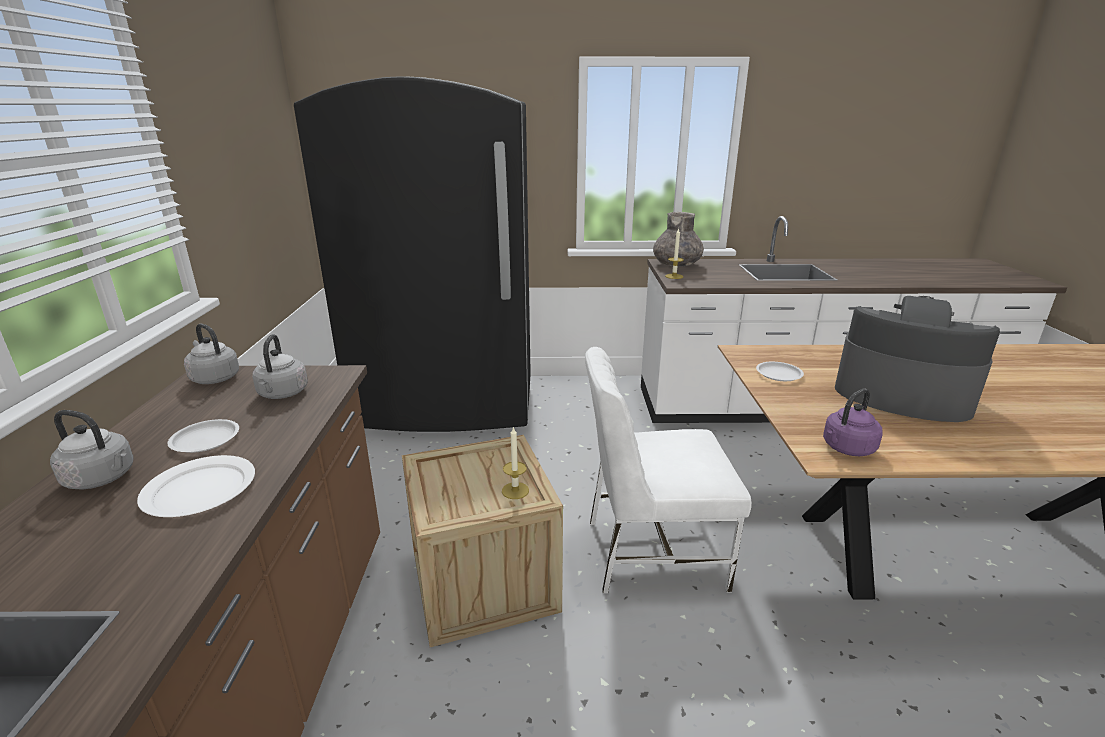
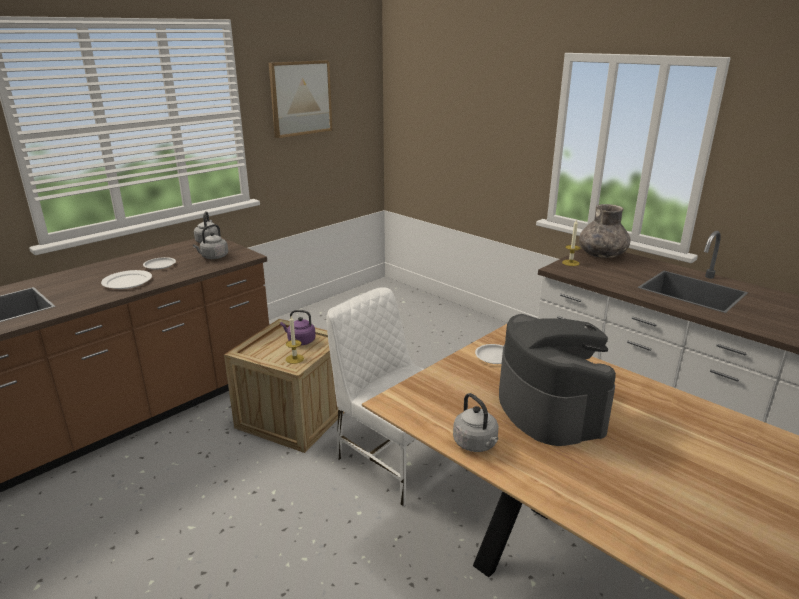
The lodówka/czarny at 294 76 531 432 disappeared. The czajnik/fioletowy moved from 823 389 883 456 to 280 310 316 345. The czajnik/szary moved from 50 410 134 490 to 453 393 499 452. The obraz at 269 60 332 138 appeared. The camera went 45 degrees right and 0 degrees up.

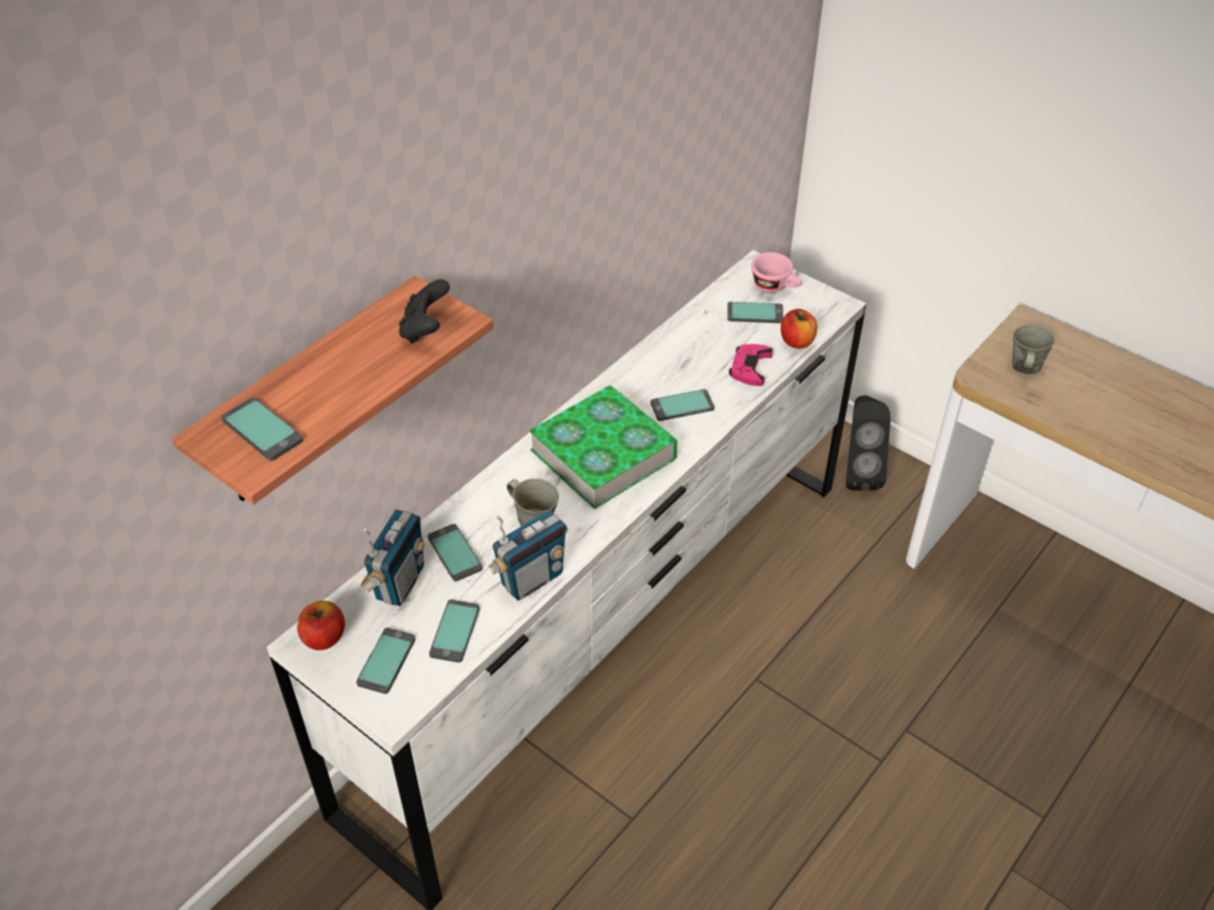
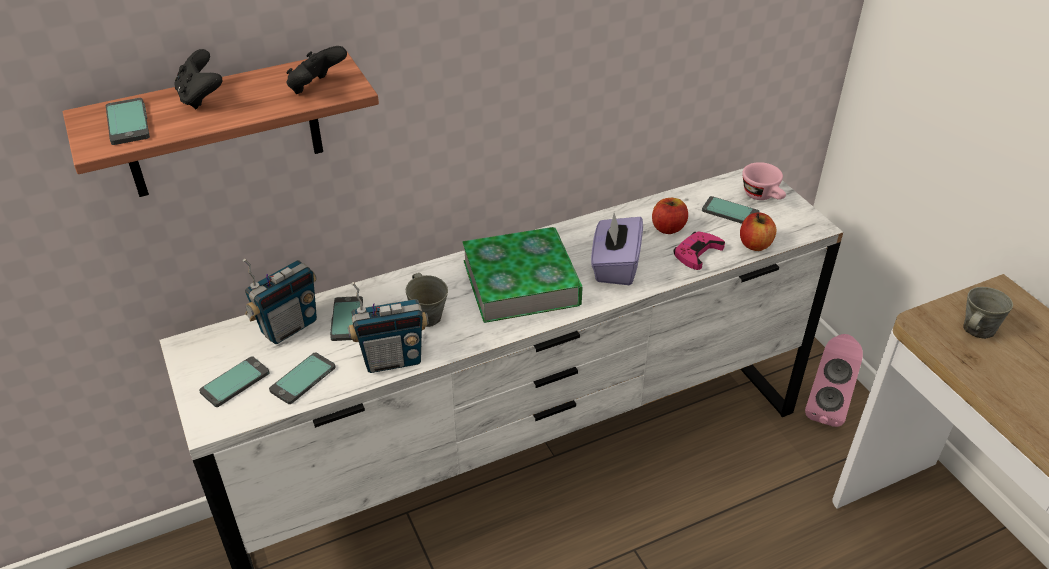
The telefon at 651 389 715 421 was replaced by the pudełko chusteczek/fioletowy at 591 213 643 285. The głośnik/czarny at 846 395 891 491 became the głośnik/różowy at 805 334 863 427. The jabłko moved from 297 601 345 650 to 652 198 688 234. The pad do gier/czarny at 174 49 222 109 appeared. The camera went 25 degrees right and 5 degrees down.

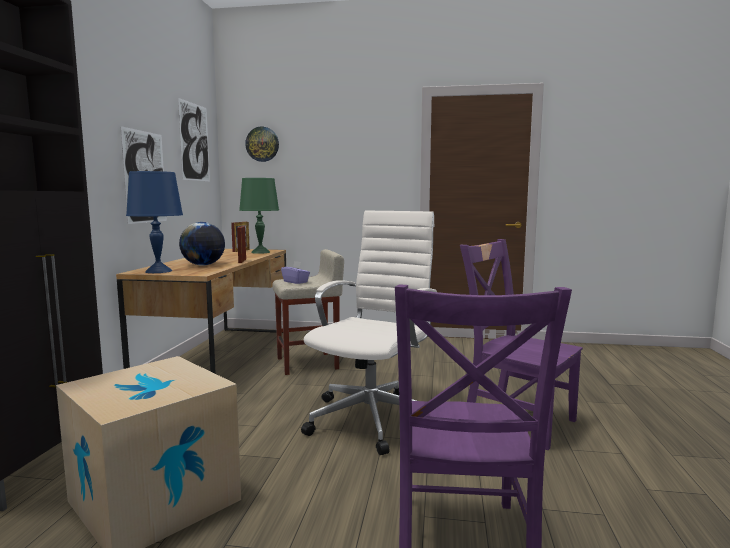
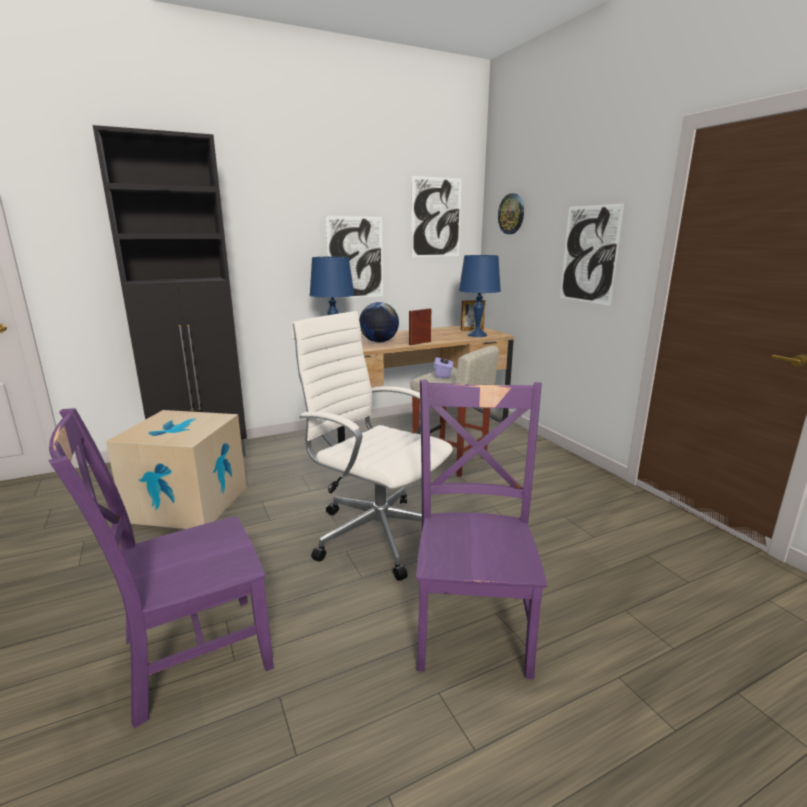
The lampa stołowa/zielony at 239 178 279 254 became the lampa stołowa/niebieski at 459 255 501 337. The krzesło biurowe/biały at 301 211 437 455 turned 135 degrees counterclockwise. The obraz at 560 203 624 306 appeared. The camera went 55 degrees right and 10 degrees up.

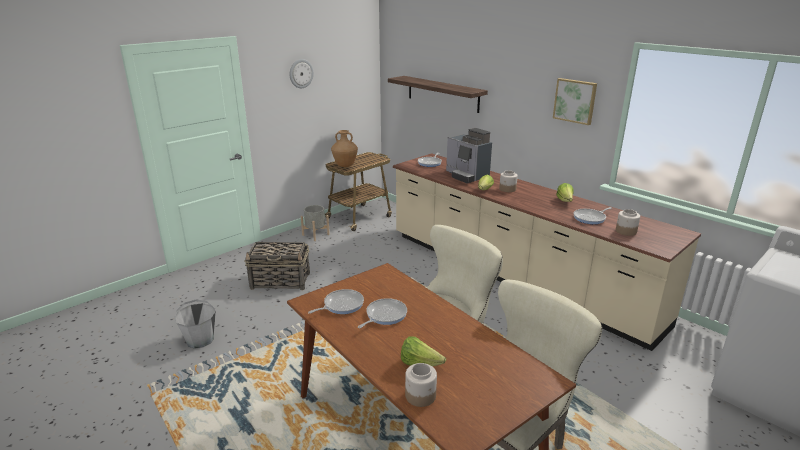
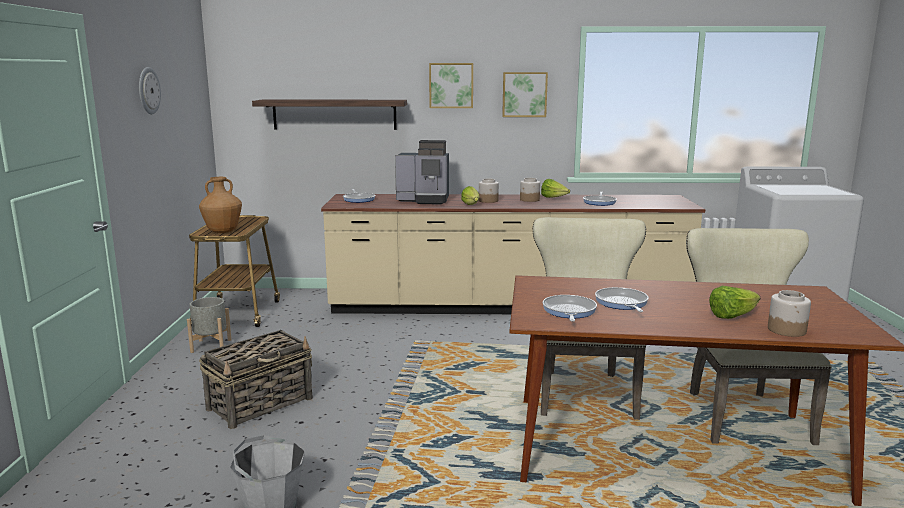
The słoik moved from 616 209 640 236 to 520 178 540 202. The obraz at 429 63 473 108 appeared. The camera went 45 degrees left and 10 degrees down.

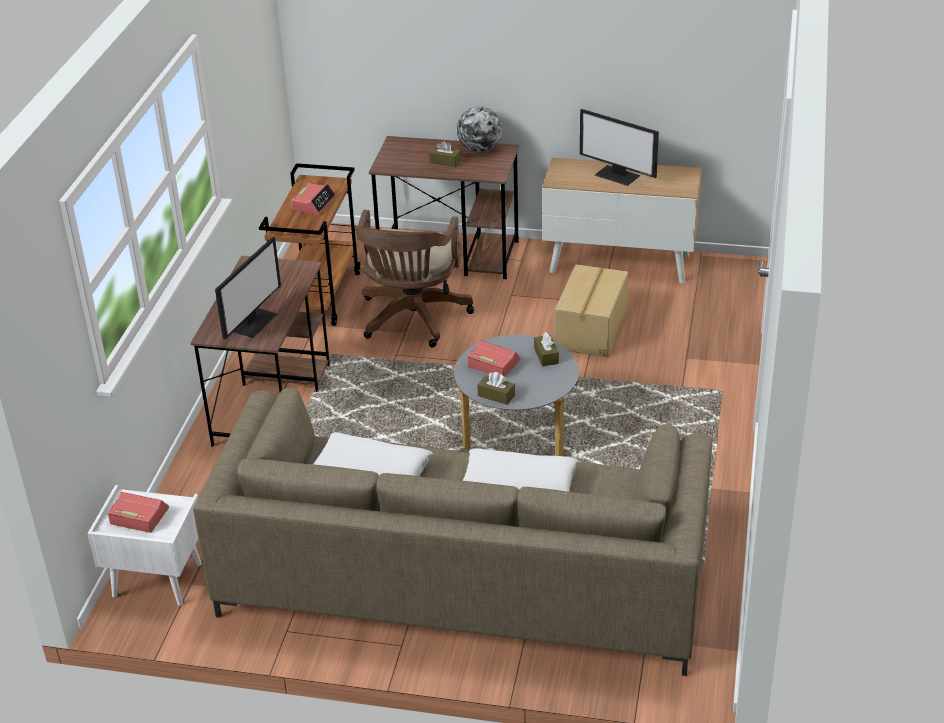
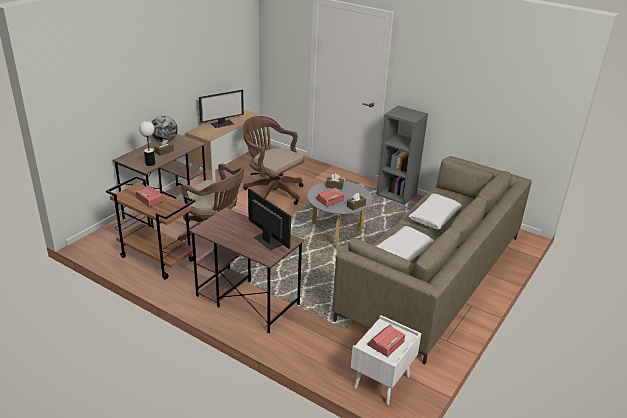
The karton at 554 264 628 357 was replaced by the krzesło biurowe/brązowy at 243 116 304 205. The regał/szary at 376 105 428 205 appeared. The lampa stołowa at 139 121 155 166 appeared. The camera went 70 degrees left and 5 degrees down.

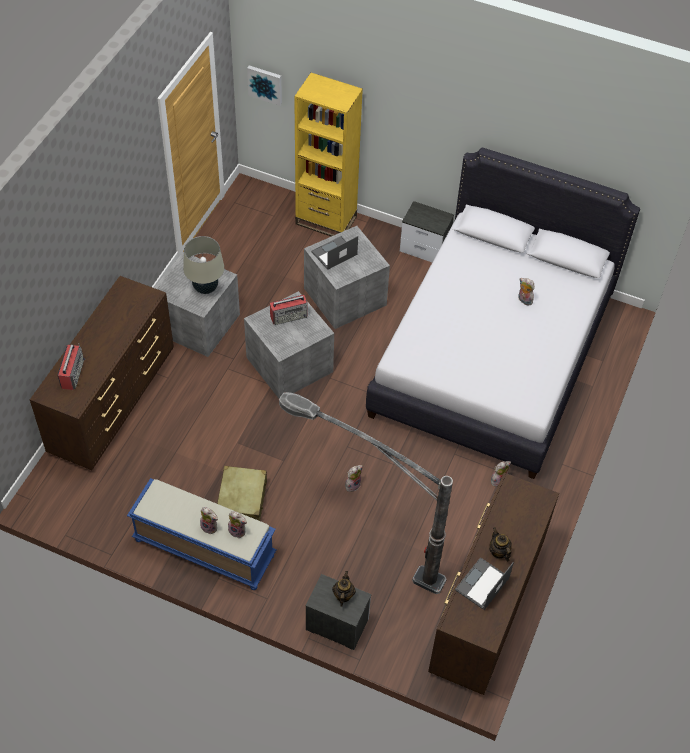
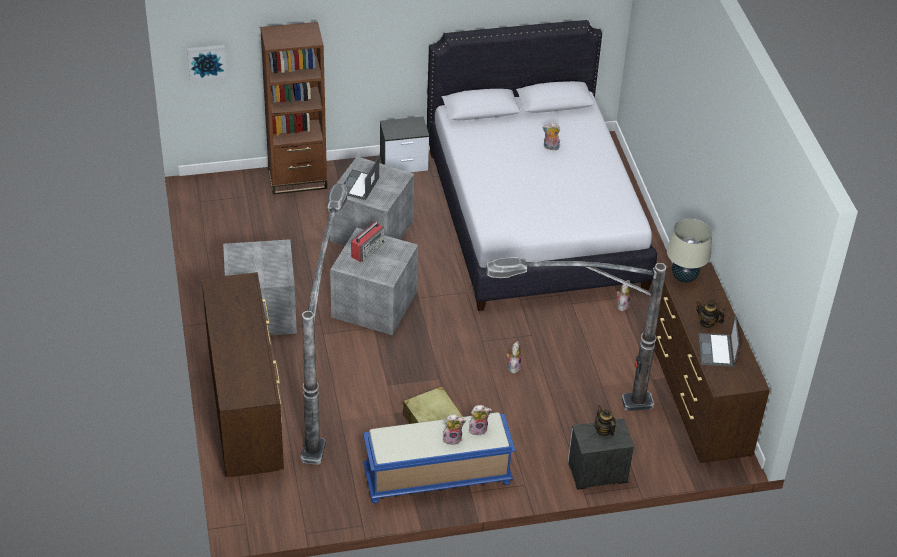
The regał/żółty at 294 73 363 236 became the regał/brązowy at 260 22 327 195. The lampa stołowa/beżowy moved from 183 236 224 294 to 667 218 712 283. The radio at 58 345 85 390 disappeared. The lampa stojąca at 301 183 347 465 appeared. The camera went 35 degrees left and 10 degrees down.

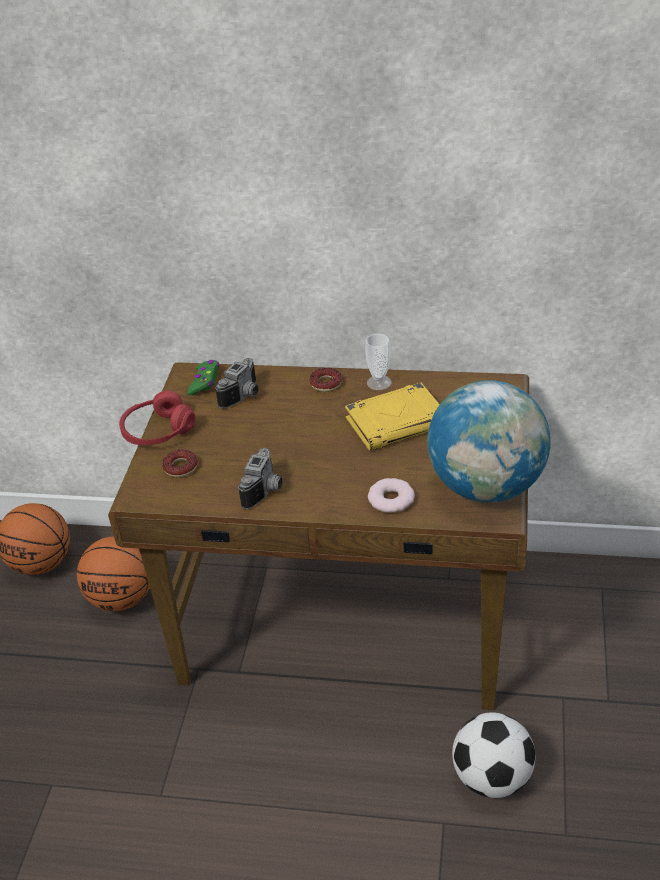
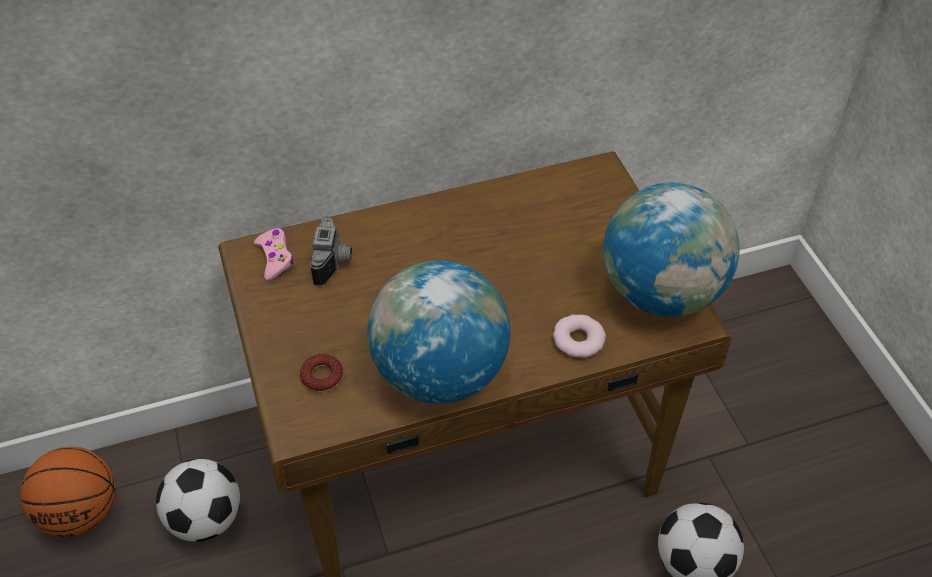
The filiżanka at 365 334 392 390 disappeared. The pad do gier/zielony at 187 360 219 395 became the pad do gier/różowy at 254 228 293 281. The donut at 310 368 342 392 disappeared. The książka/żółty at 345 383 440 451 disappeared. The słuchawki/czerwony at 119 391 195 445 disappeared. The aparat fotograficzny at 238 448 282 509 was replaced by the globus at 367 260 511 404. The piłka do koszykówki at 77 536 150 611 was replaced by the piłka futbolowa at 156 459 240 542. The camera went 30 degrees left and 10 degrees up.

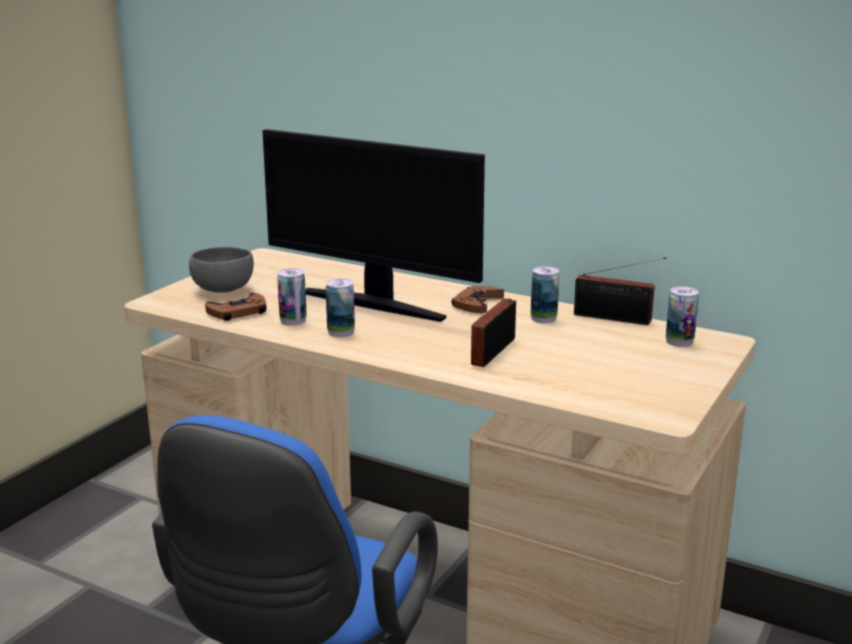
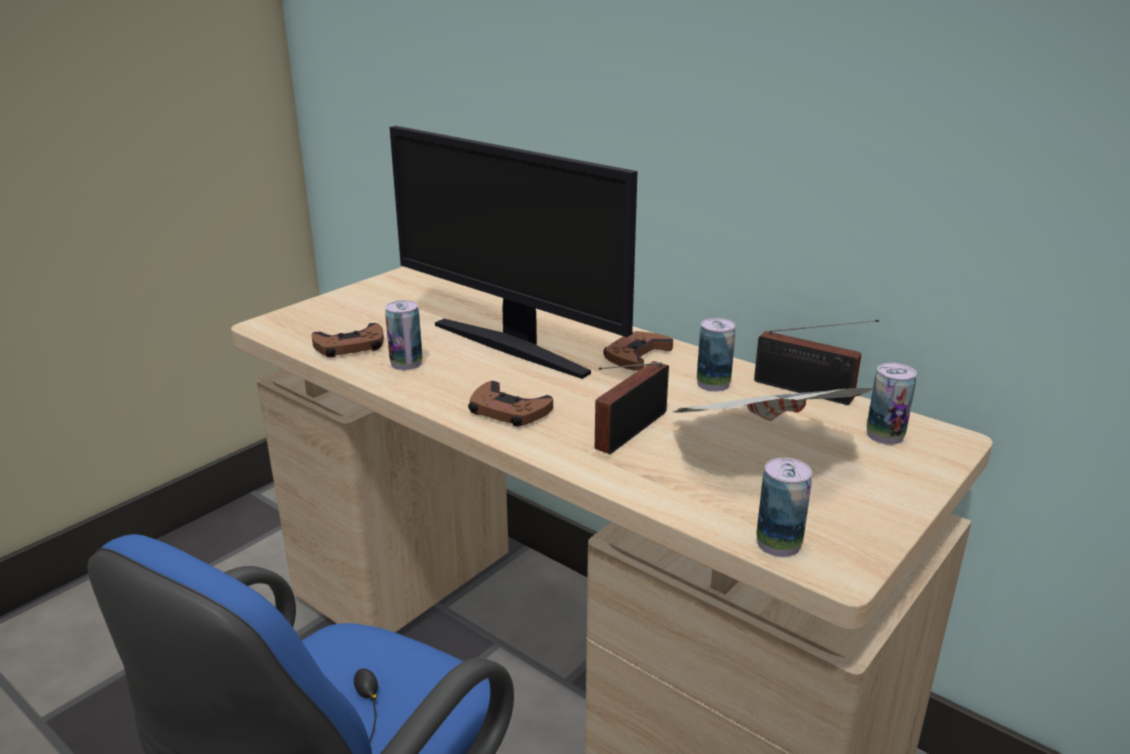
The miska/szary at 189 247 254 293 disappeared. The puszka moved from 326 278 355 338 to 756 458 812 557. The pad do gier/brązowy at 468 381 553 427 appeared. The gazeta at 673 388 874 421 appeared. The camera went 10 degrees right and 5 degrees up.

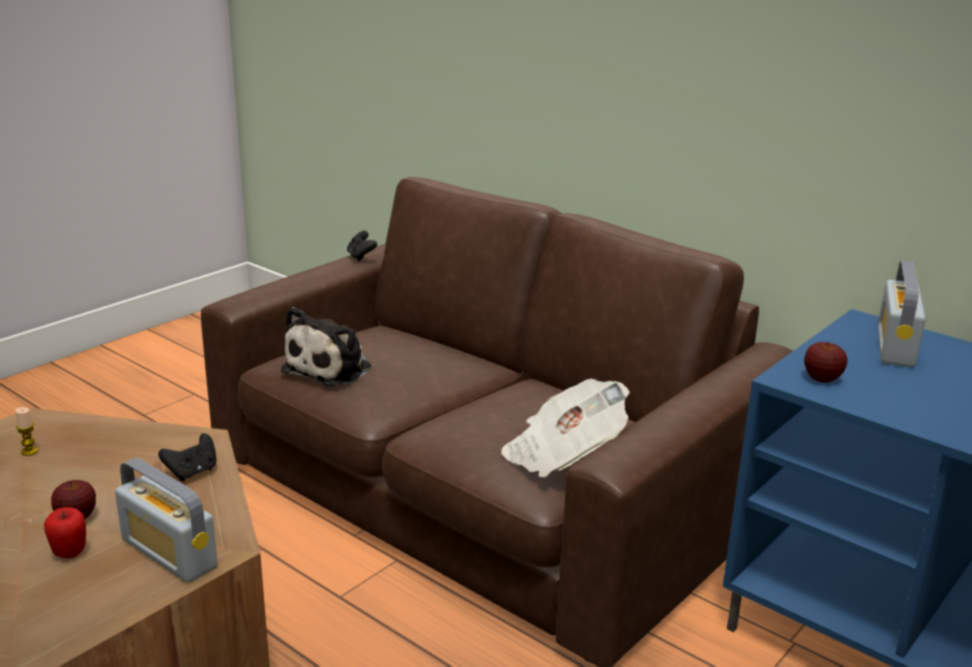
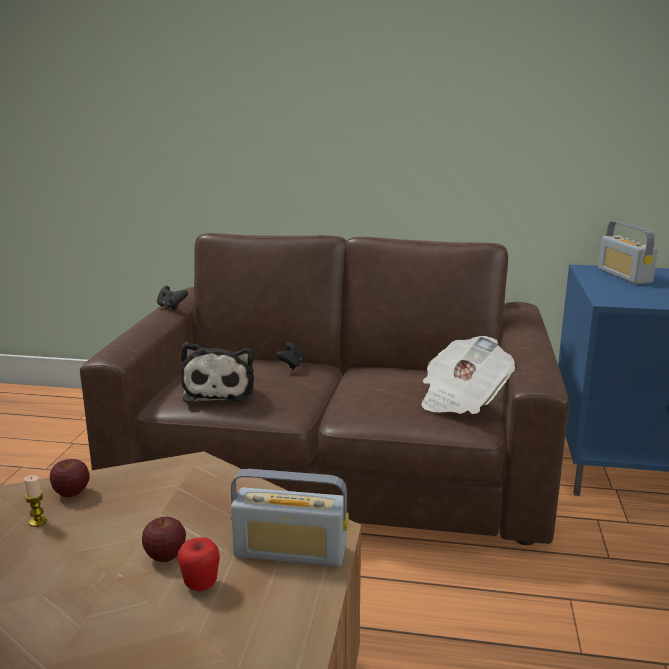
The jabłko moved from 804 341 847 382 to 50 459 90 497. The pad do gier/czarny moved from 158 433 217 481 to 276 342 304 370. The camera went 30 degrees left and 5 degrees down.

